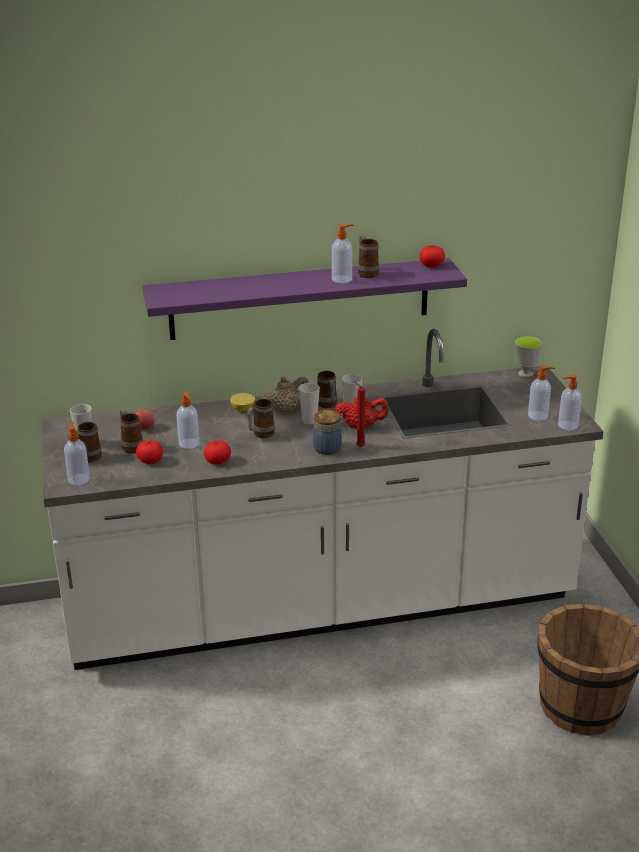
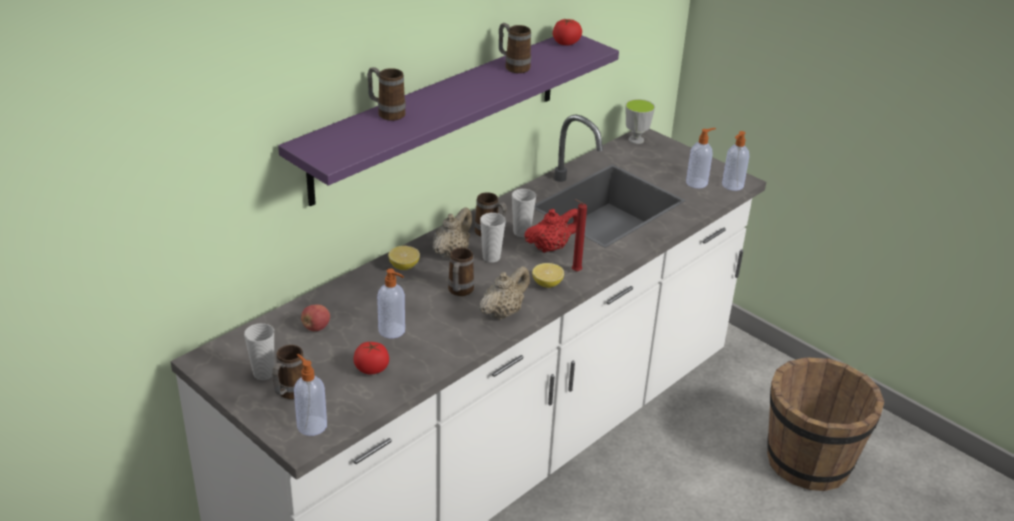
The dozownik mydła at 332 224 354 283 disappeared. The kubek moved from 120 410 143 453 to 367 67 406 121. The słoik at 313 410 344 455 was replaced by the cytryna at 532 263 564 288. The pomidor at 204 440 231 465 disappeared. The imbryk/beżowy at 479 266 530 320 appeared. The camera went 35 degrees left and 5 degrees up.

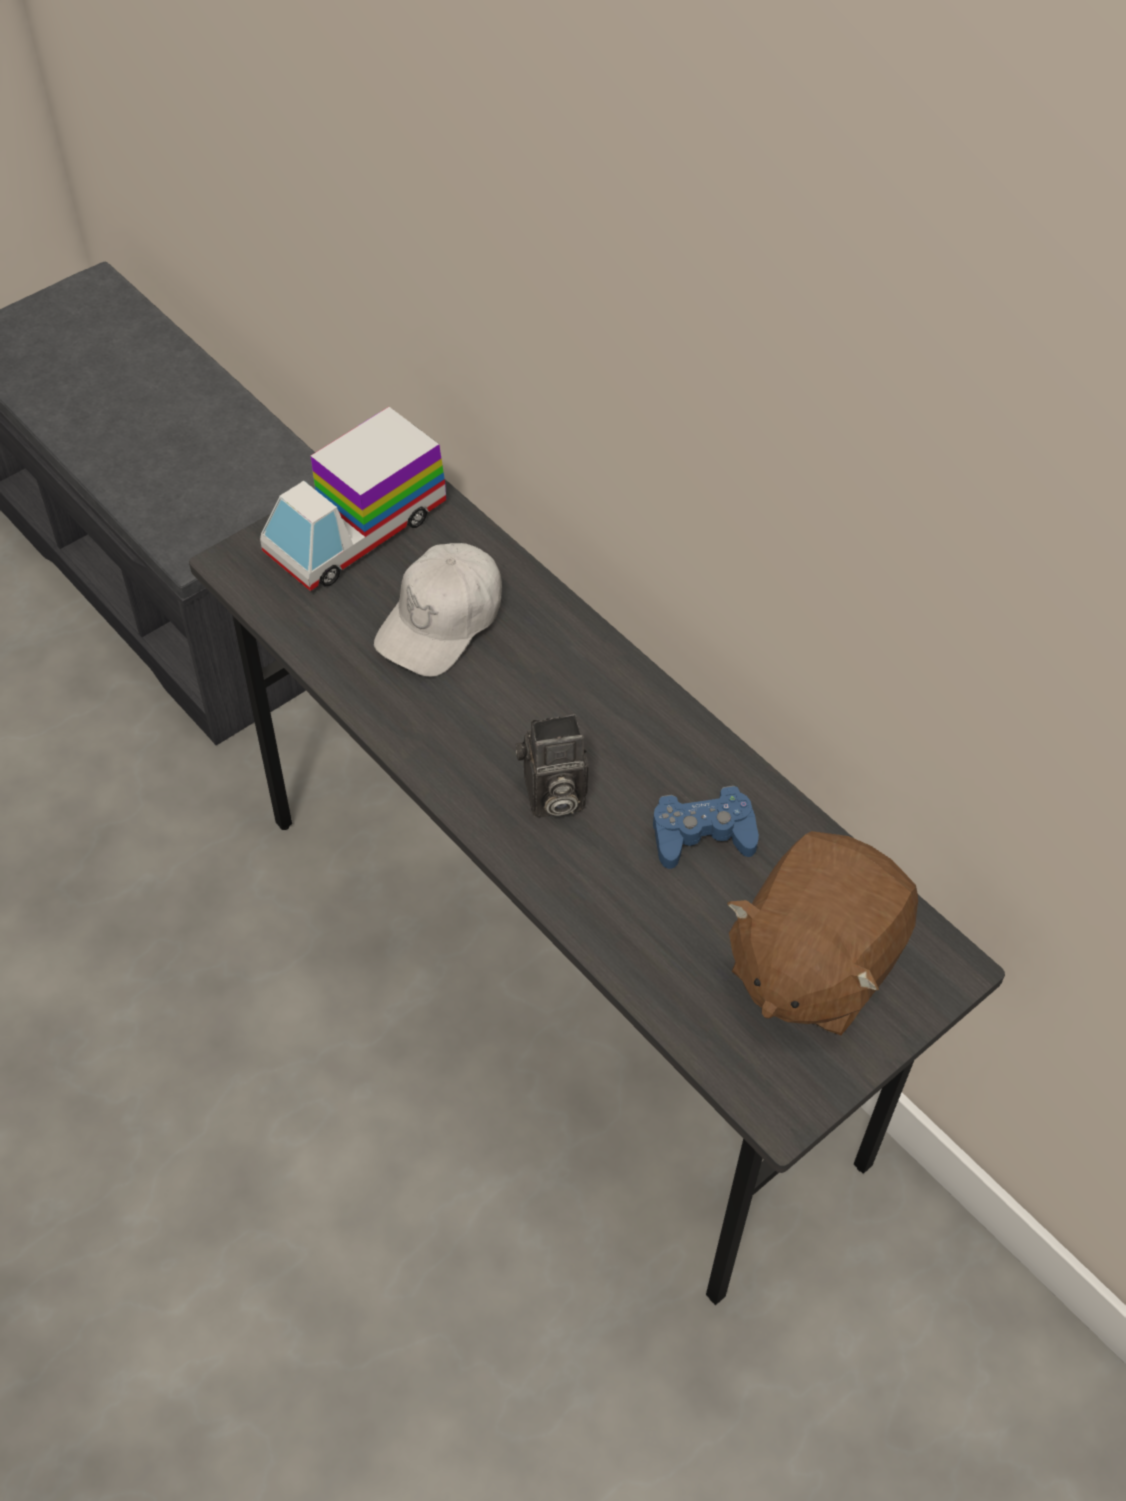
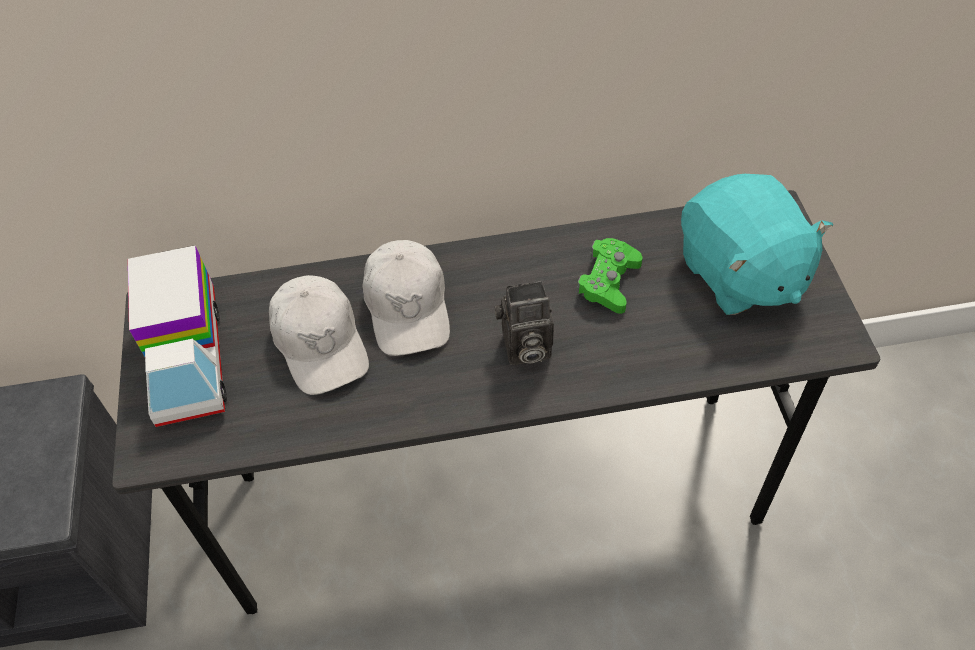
The aparat fotograficzny at 516 714 589 817 turned 60 degrees clockwise. The pad do gier/niebieski at 653 785 759 869 became the pad do gier/zielony at 576 238 642 314. The pluszak/brązowy at 727 831 918 1035 became the pluszak/turkusowy at 681 174 833 315. The czapka z daszkiem/biały at 362 240 450 356 appeared. The camera went 55 degrees left and 0 degrees up.

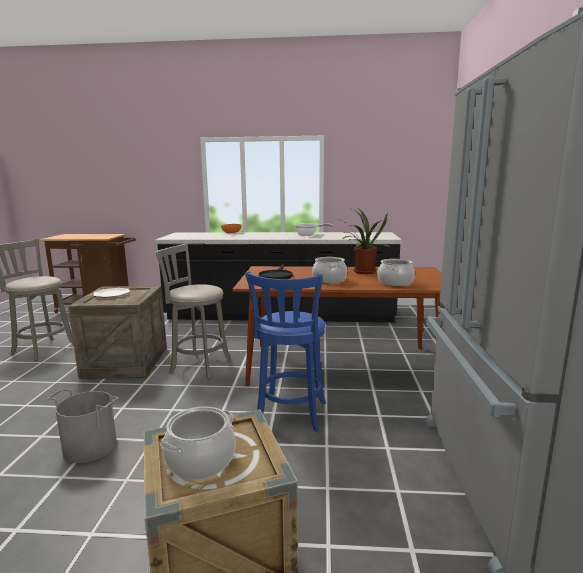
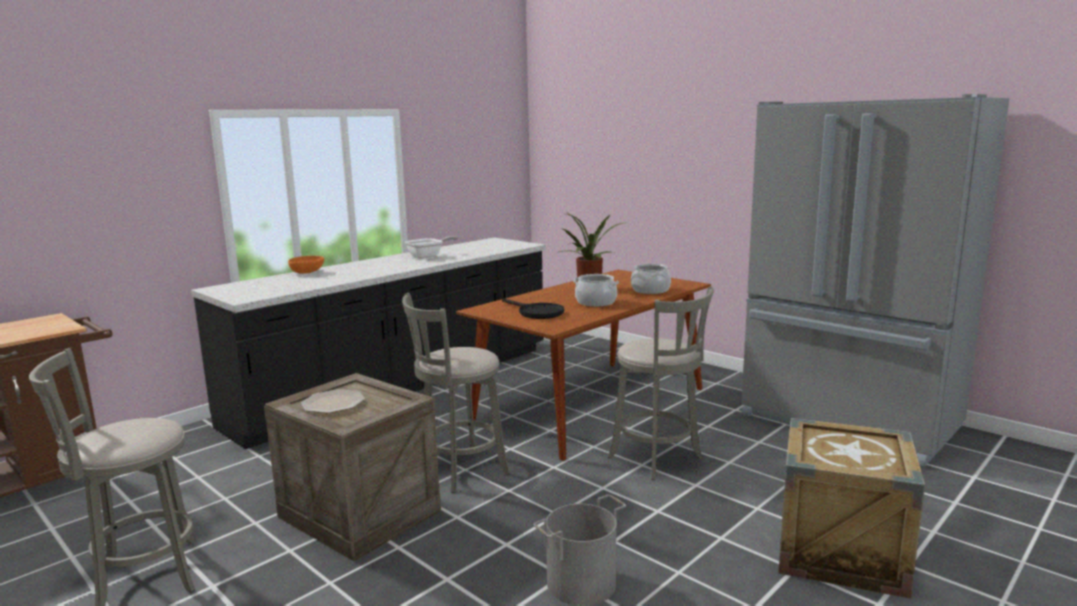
The stołek/niebieski at 245 271 326 432 became the stołek/szary at 608 286 714 480. The garnek at 160 407 236 480 disappeared. The camera went 50 degrees left and 0 degrees up.

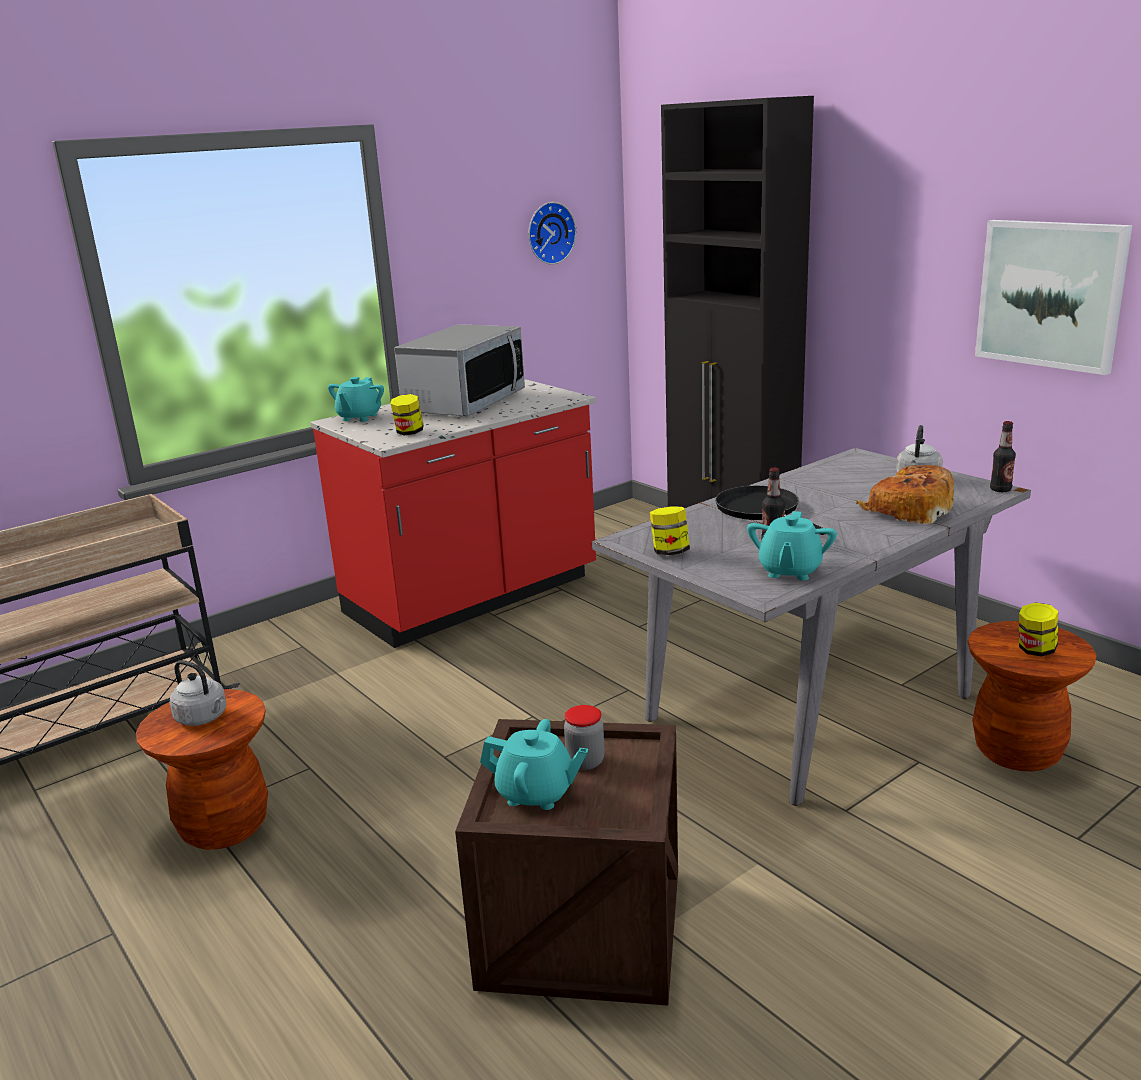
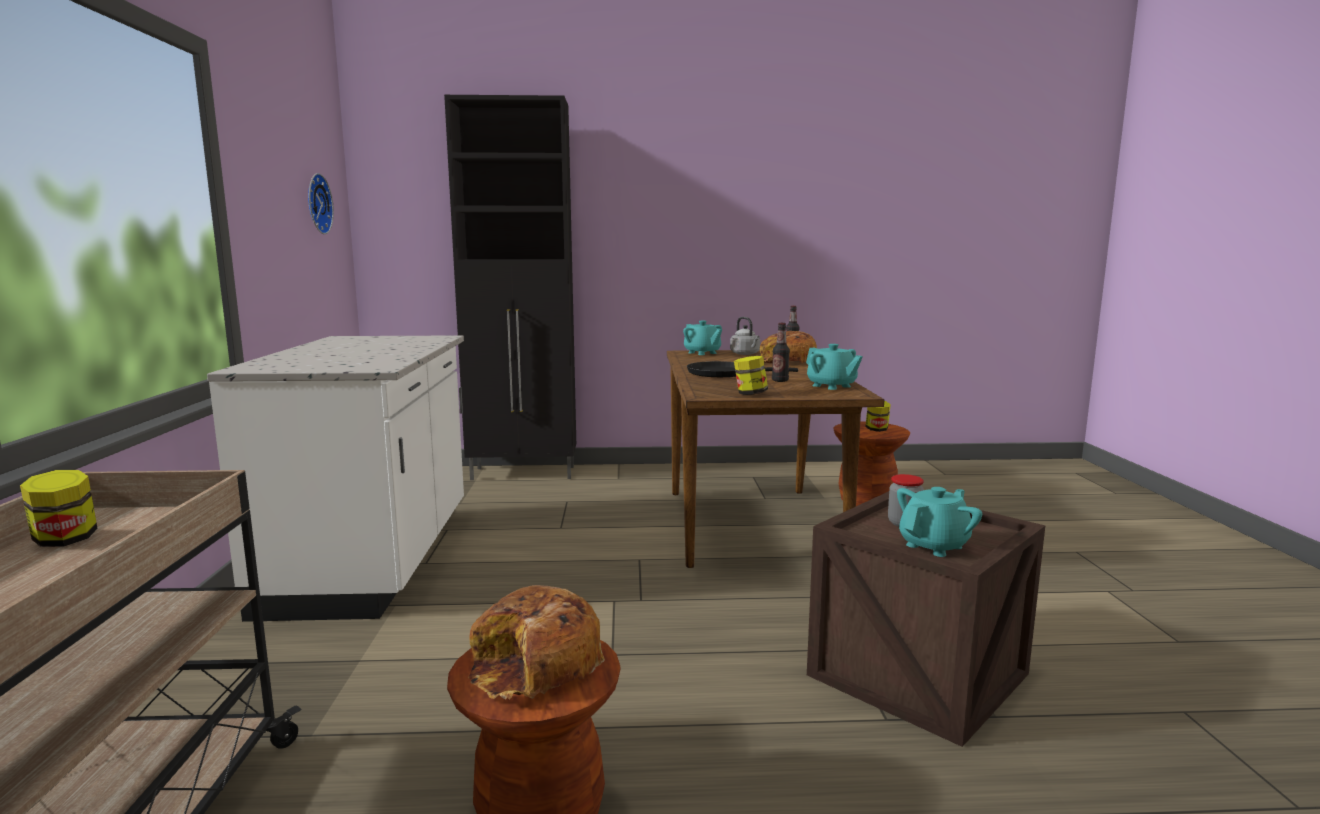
The obraz at 975 220 1132 375 disappeared. The mikrofalówka at 394 324 525 417 disappeared. The imbryk/turkusowy moved from 328 377 384 422 to 683 321 722 355. The zabudowa kuchenna/czerwony at 310 379 596 648 became the zabudowa kuchenna/biały at 207 335 464 622. The słoik moved from 391 394 423 435 to 20 470 98 547. The stół jadalny/szary at 592 448 1031 806 became the stół jadalny/brązowy at 667 350 884 568. The czajnik/szary at 170 660 226 726 was replaced by the chleb at 468 585 605 700. The camera went 55 degrees left and 10 degrees down.

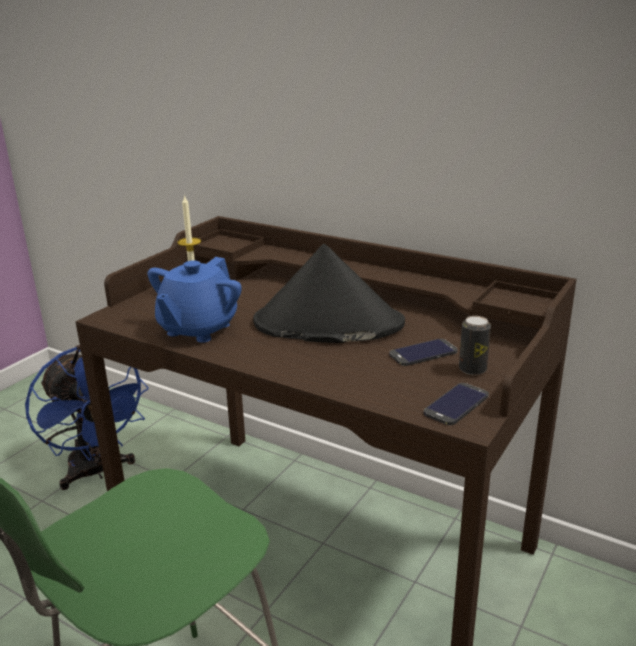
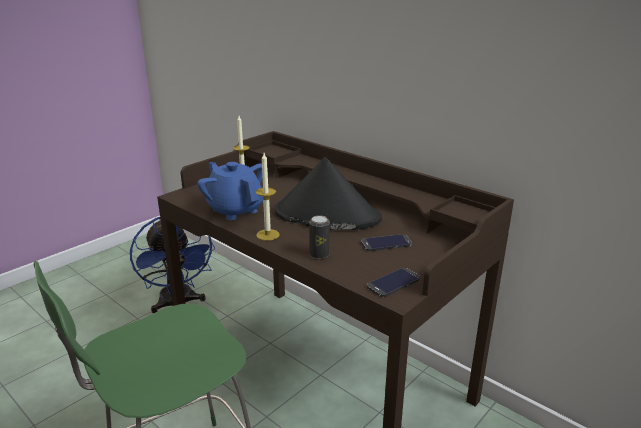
The imbryk/niebieski at 147 257 242 343 turned 105 degrees clockwise. The puszka moved from 459 316 491 375 to 309 215 330 259. The świeca at 256 153 280 241 appeared. The camera went 10 degrees right and 0 degrees up.

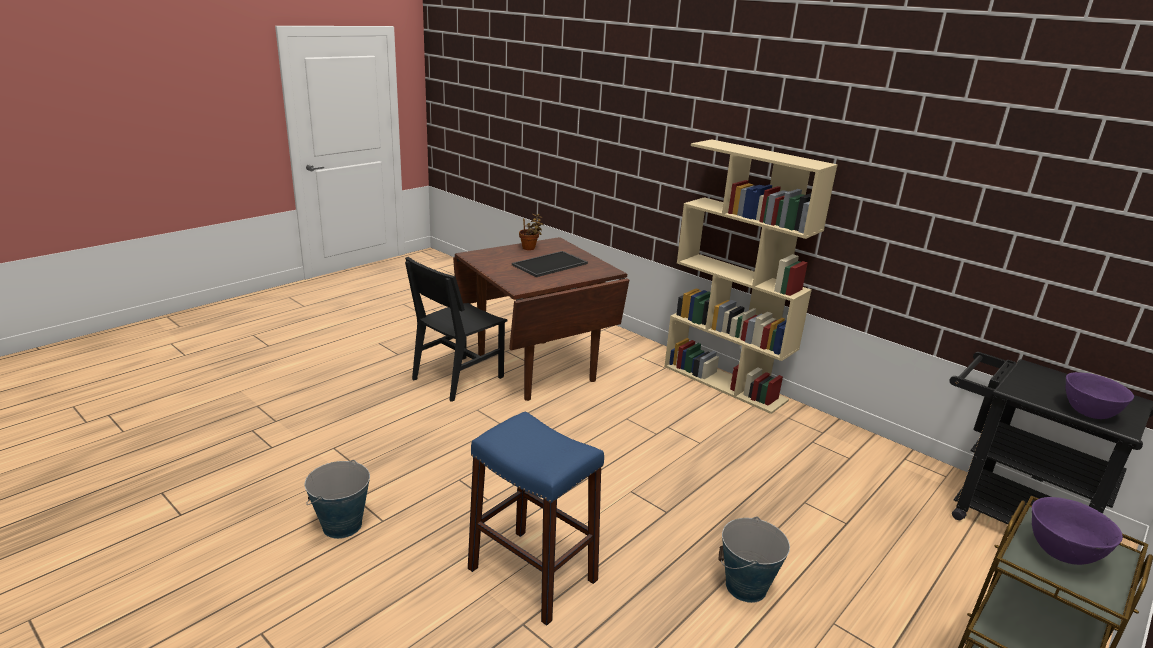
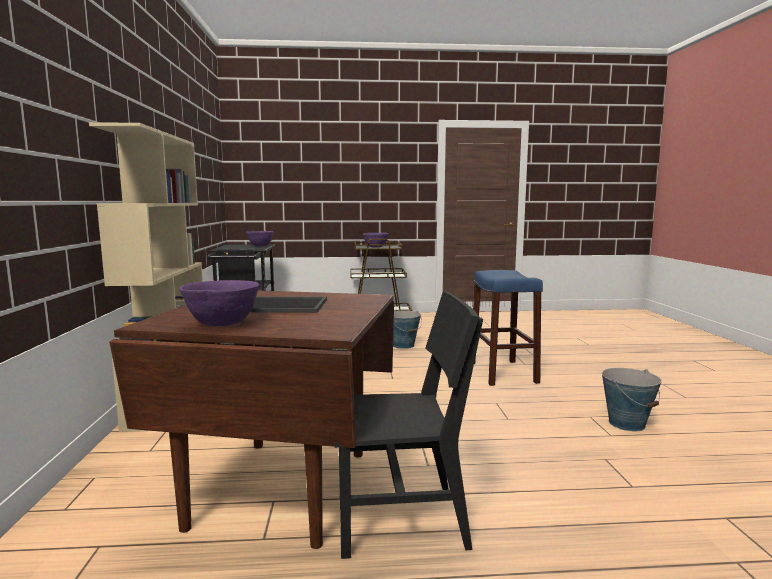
The roślina doniczkowa at 519 214 543 250 was replaced by the miska/fioletowy at 179 280 259 326. The camera went 135 degrees left and 15 degrees down.

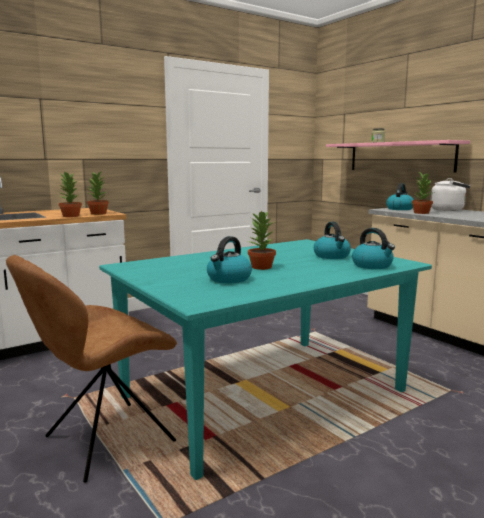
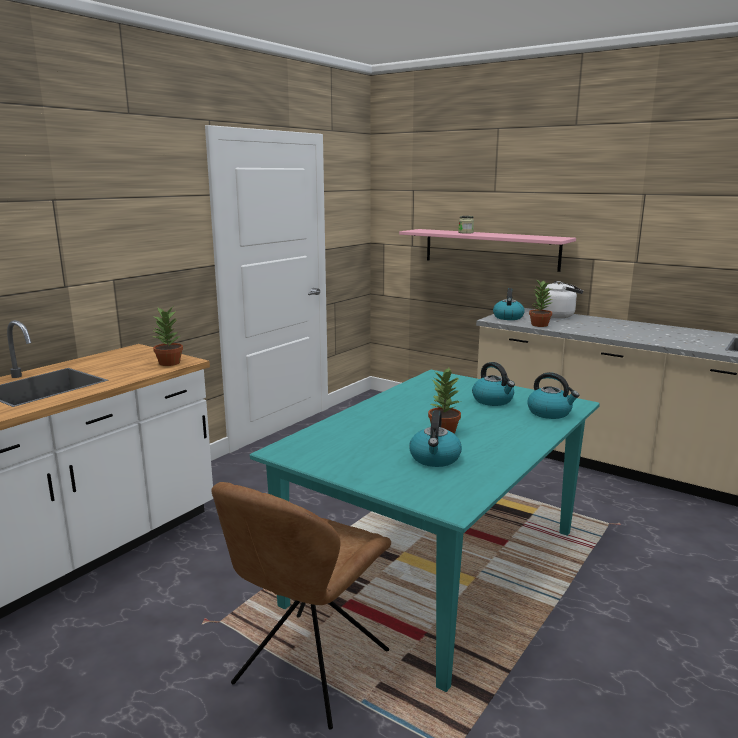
The roślina doniczkowa at 58 172 82 217 disappeared. The camera went 20 degrees left and 5 degrees up.

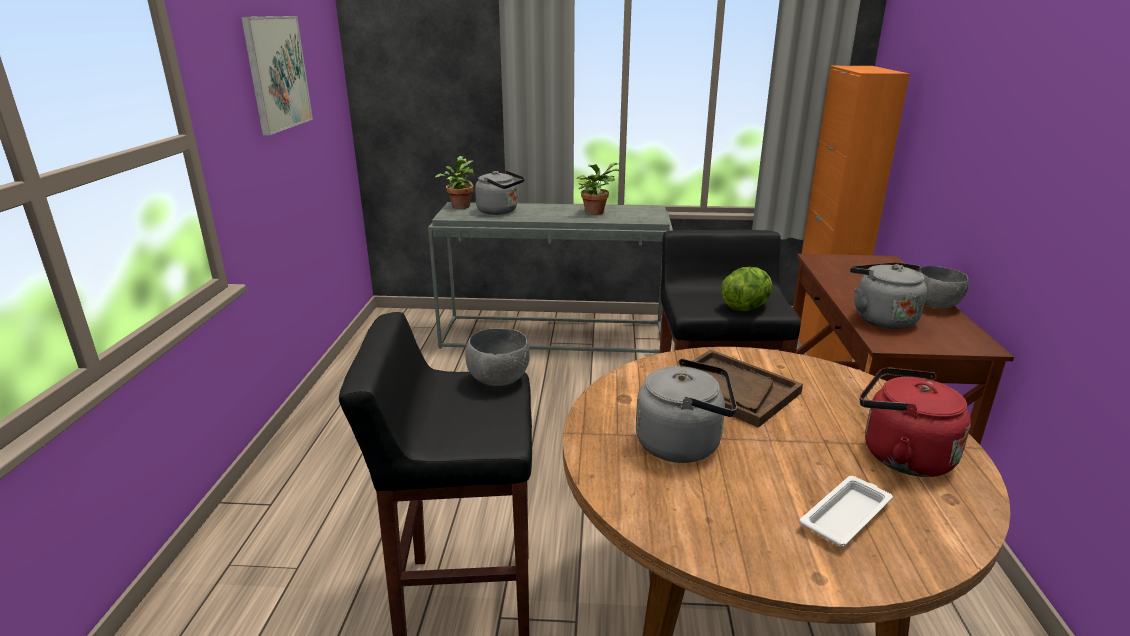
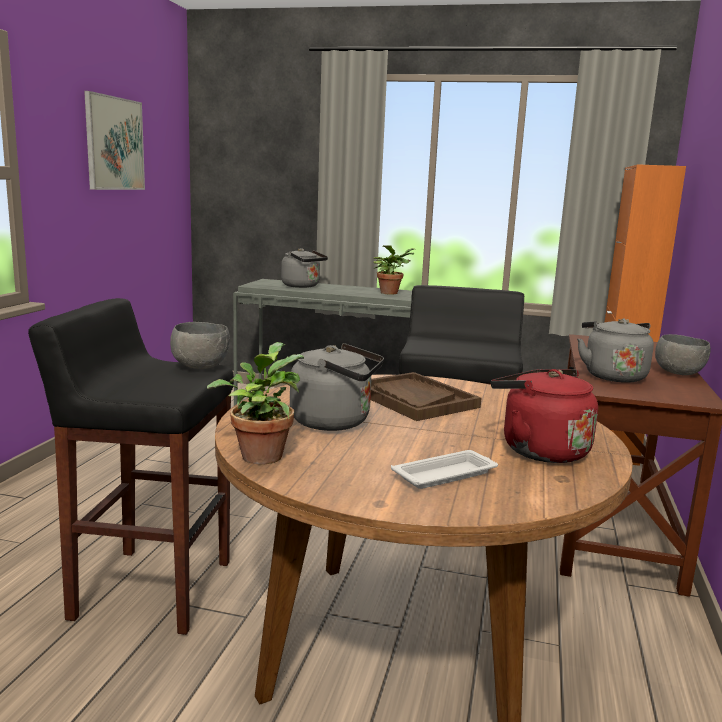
The roślina doniczkowa moved from 435 156 475 209 to 207 342 304 465. The sałata at 721 267 772 311 disappeared. The camera went 10 degrees right and 10 degrees down.

